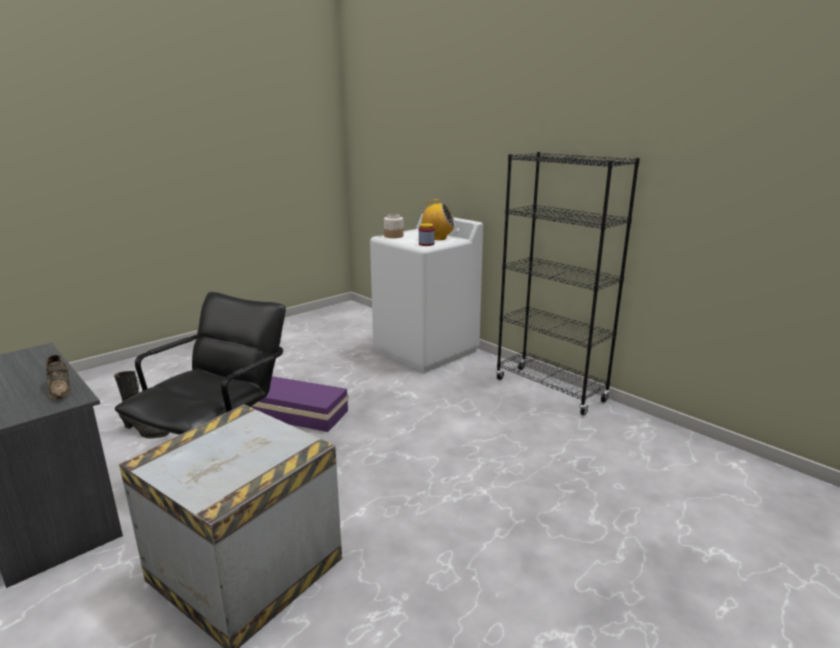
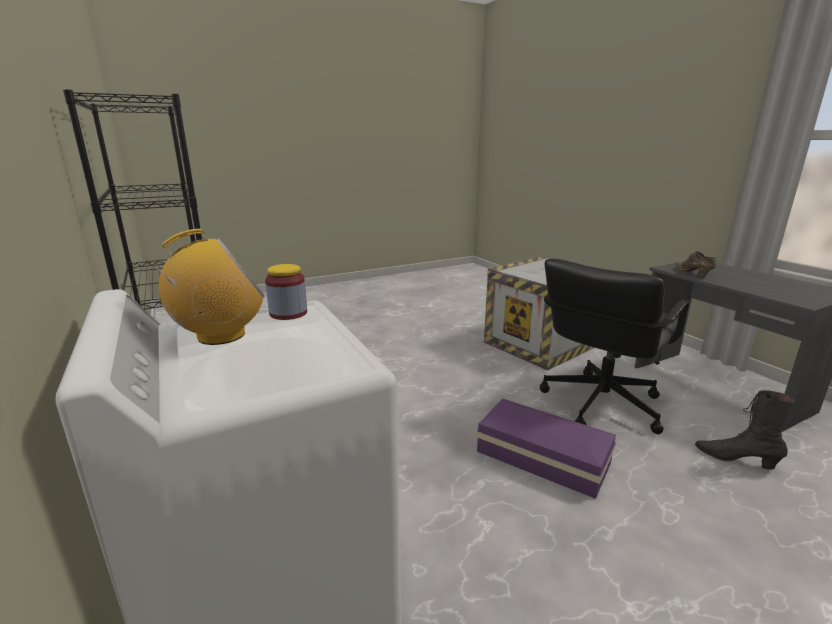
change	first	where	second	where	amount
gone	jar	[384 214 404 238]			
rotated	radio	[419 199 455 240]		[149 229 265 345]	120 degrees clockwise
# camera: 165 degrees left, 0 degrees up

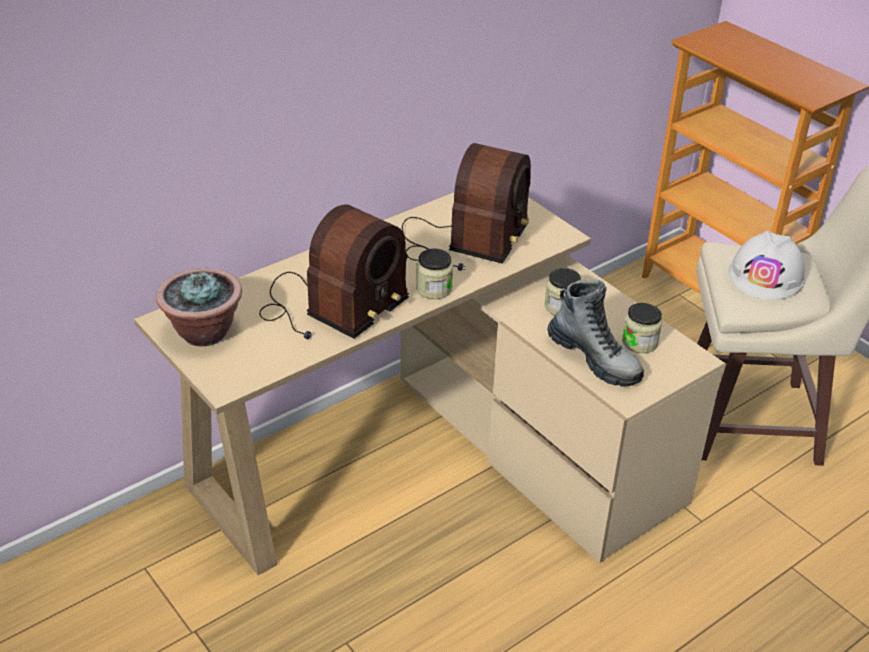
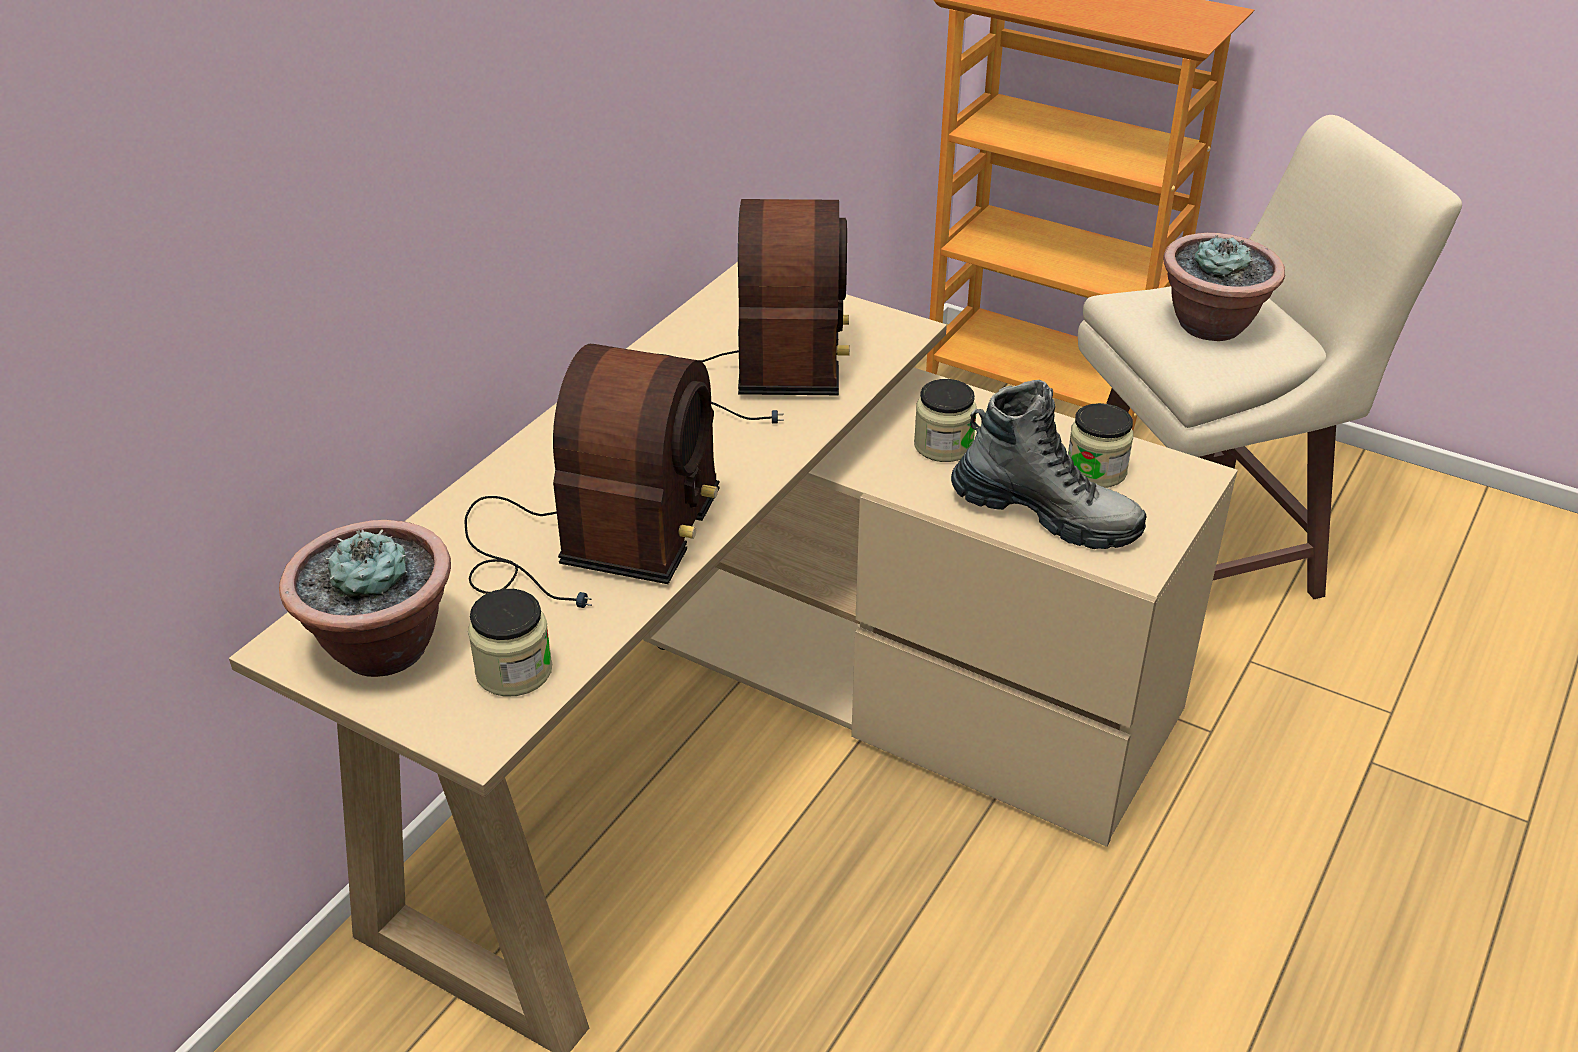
change	first	where	second	where	amount
shifted	jar	[416 249 453 299]		[468 589 552 697]	
swapped	hard hat (white)	[728 231 805 300]	potted plant	[1163 233 1285 341]	
# camera: 20 degrees left, 0 degrees up

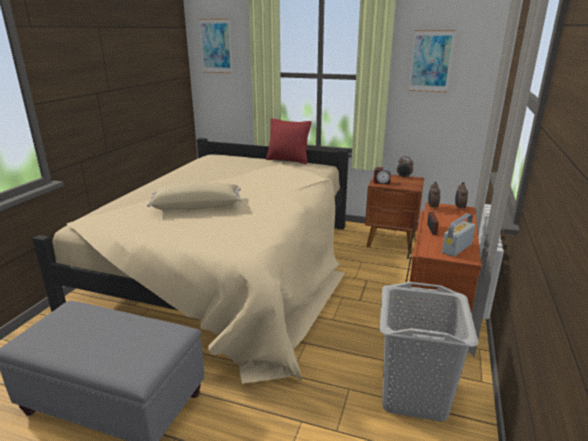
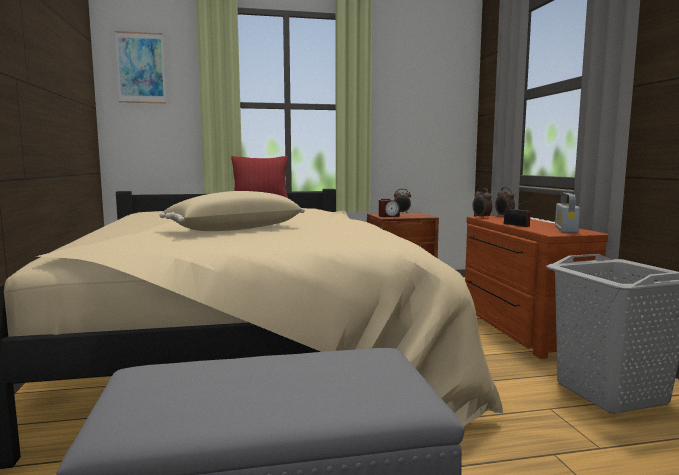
change	first	where	second	where	amount
gone	picture	[408 30 455 93]			
# camera: 30 degrees left, 15 degrees down

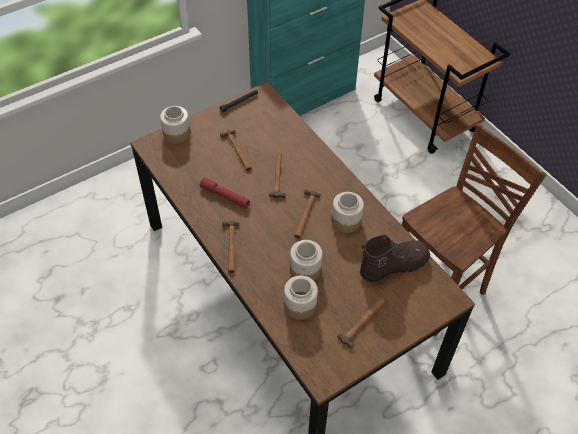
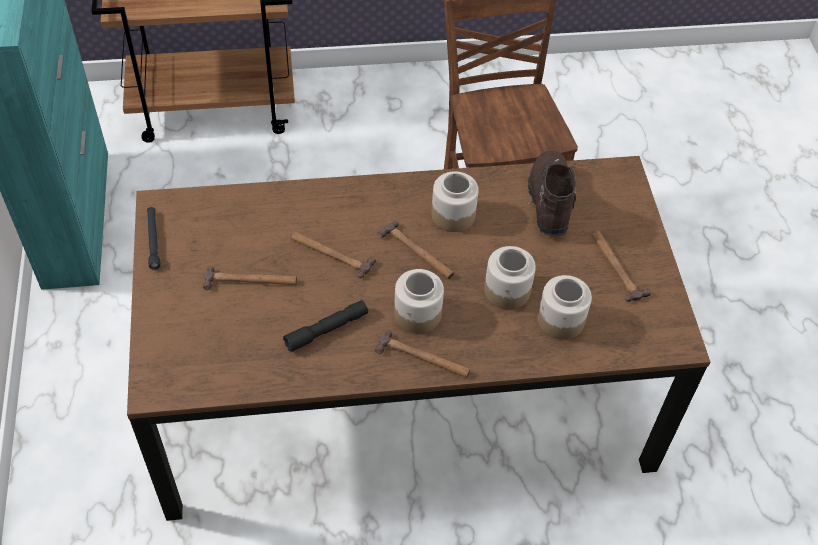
change	first	where	second	where	amount
shifted	jar	[160 106 191 144]		[394 269 444 333]	
repainted	flashlight (red)	[199 177 250 209]	flashlight (black)	[283 300 368 352]	
# camera: 65 degrees left, 0 degrees up

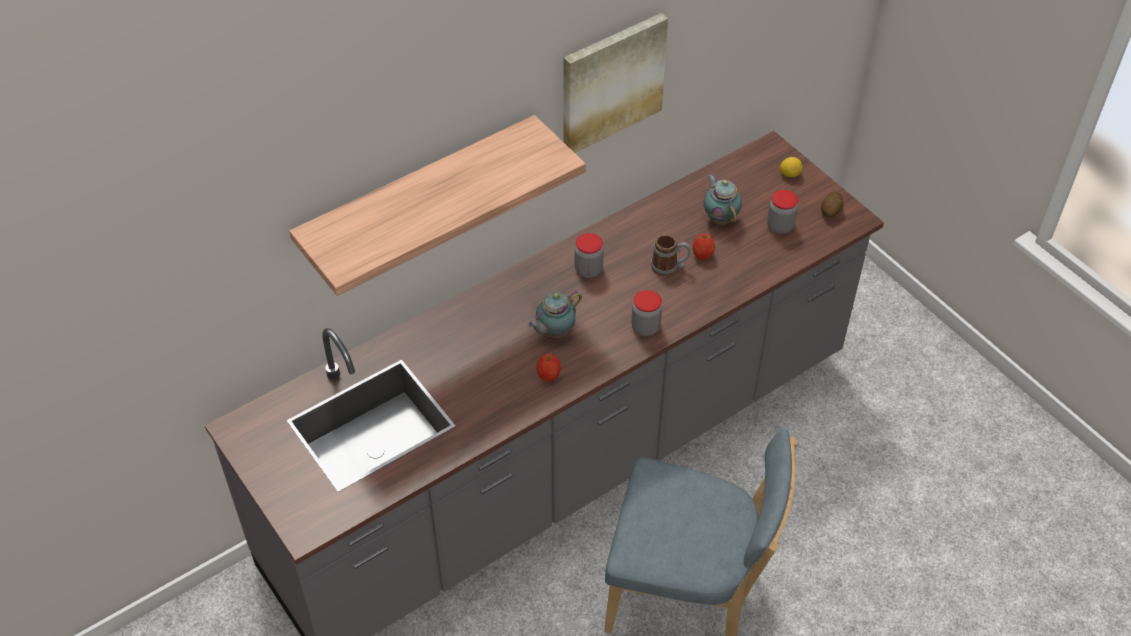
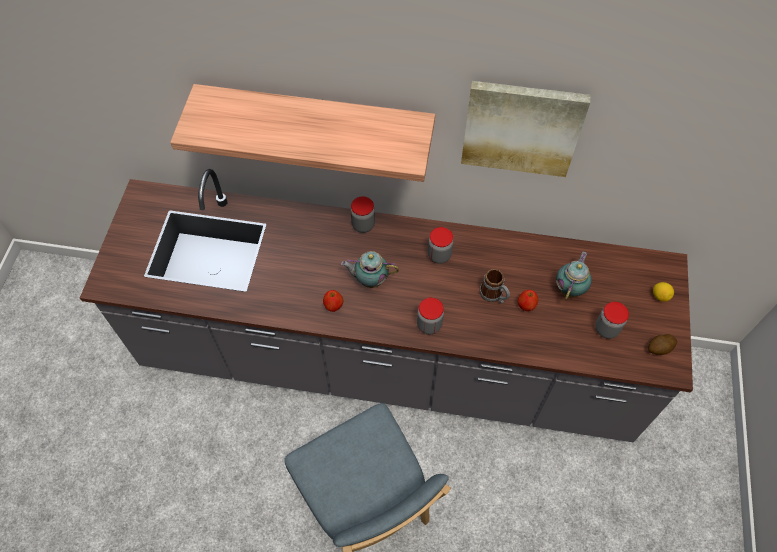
change	first	where	second	where	amount
new			jar	[350 196 375 233]	
# camera: 45 degrees right, 10 degrees up

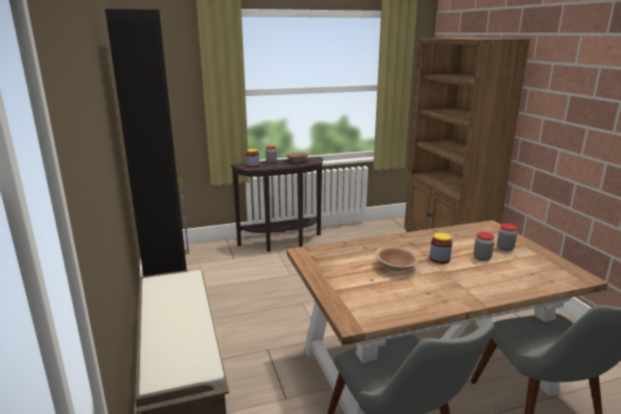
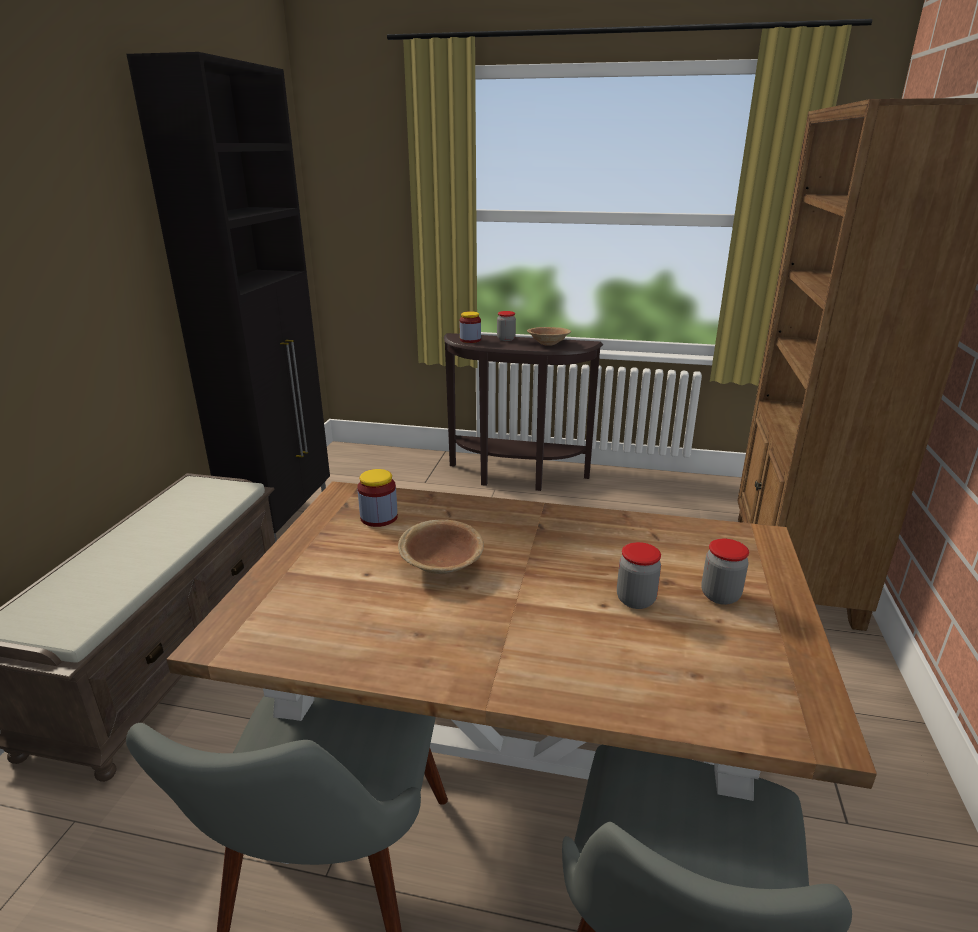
change	first	where	second	where	amount
shifted	jar	[430 233 452 264]		[357 469 398 527]	
# camera: 30 degrees right, 5 degrees up

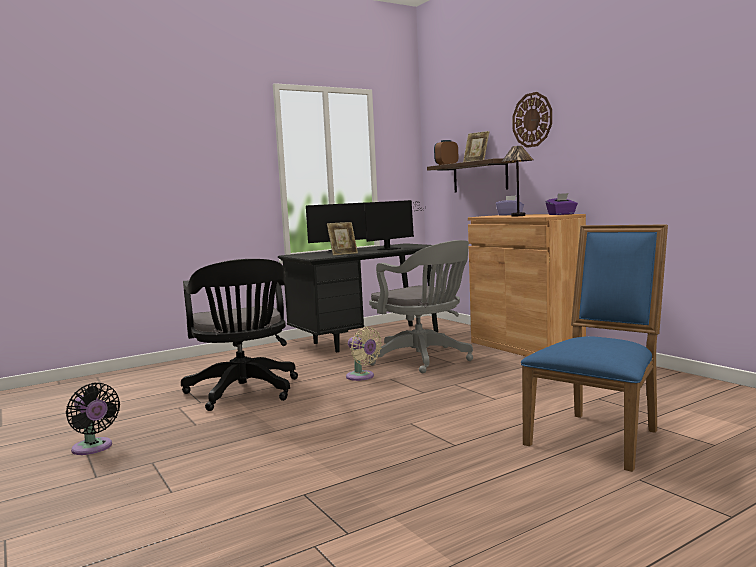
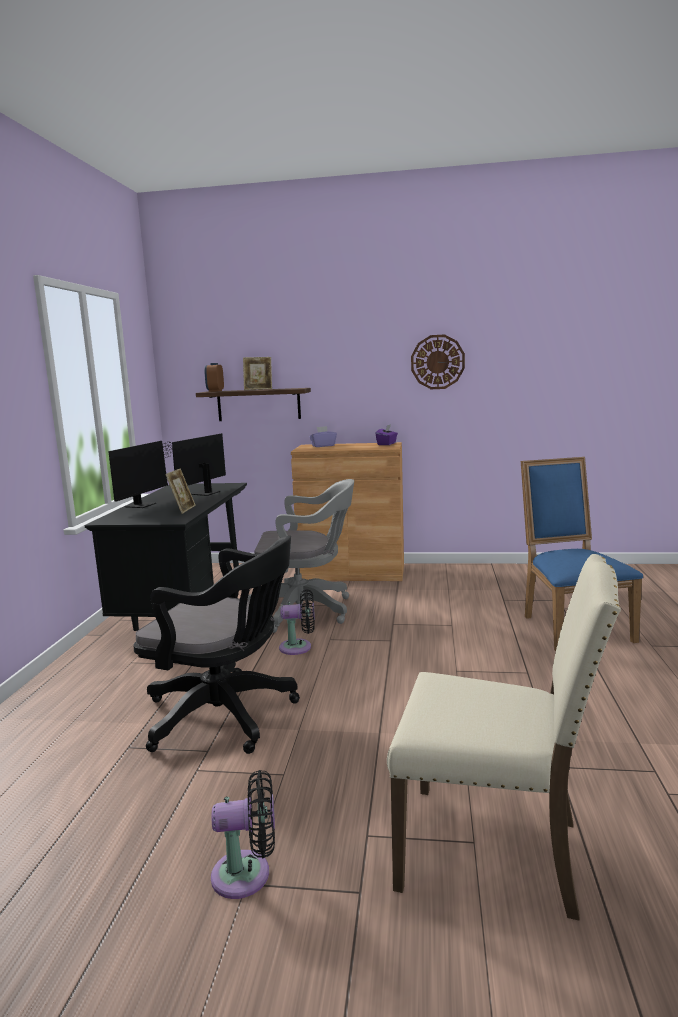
change	first	where	second	where	amount
repainted	fan (beige)	[346 327 382 381]	fan (black)	[279 589 315 655]	
rotated	monitor	[365 200 424 250]		[154 433 226 496]	150 degrees counterclockwise
gone	table lamp	[502 146 533 216]			
shifted	wall clock	[512 92 552 148]		[411 335 465 389]	
new			chair (beige)	[387 554 621 921]	
# camera: 50 degrees left, 5 degrees up

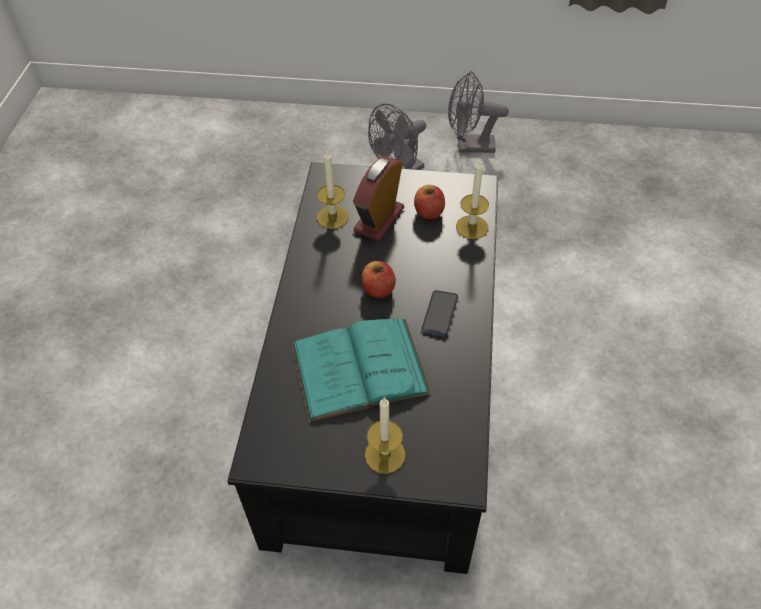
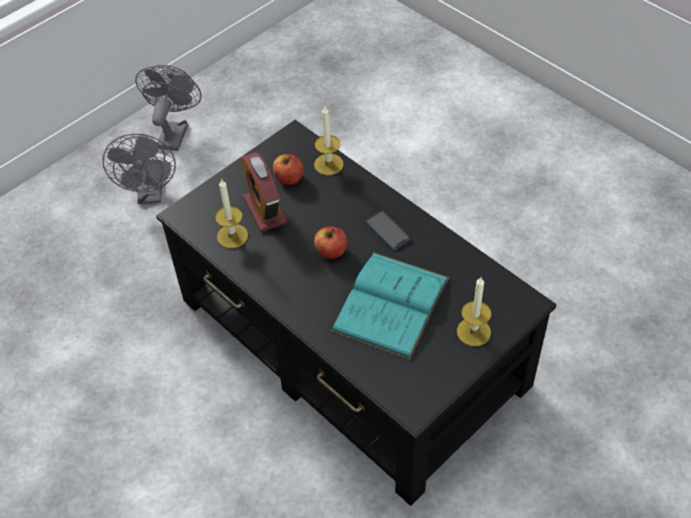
change	first	where	second	where	amount
rotated	fan (grey)	[448 71 509 153]		[135 65 201 151]	150 degrees clockwise
# camera: 50 degrees left, 0 degrees up

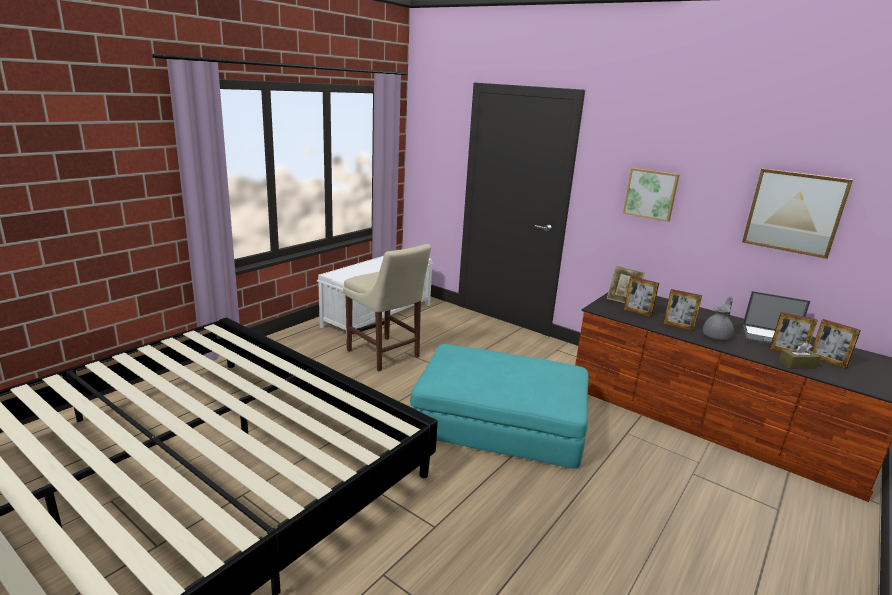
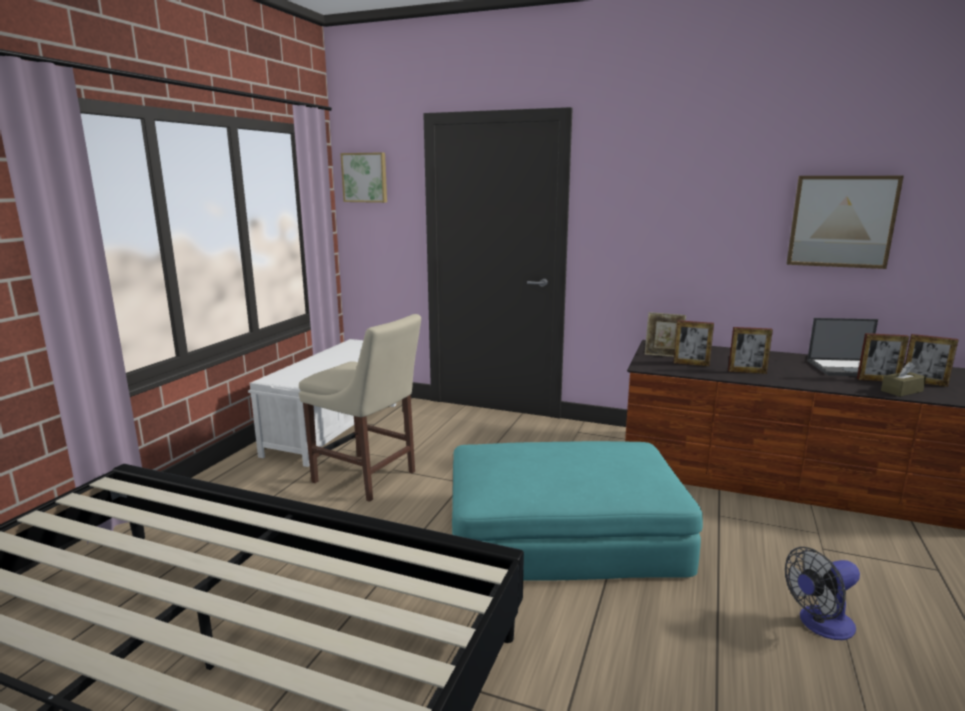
change	first	where	second	where	amount
shifted	picture	[623 168 680 222]		[340 152 387 203]	
gone	teapot (grey)	[703 297 734 340]			
new			fan	[785 547 860 640]	
# camera: 15 degrees left, 5 degrees down

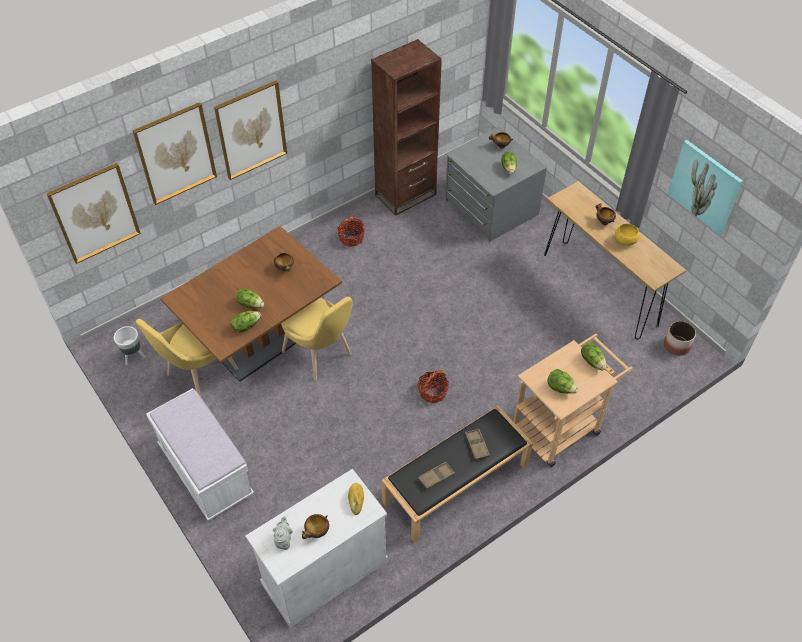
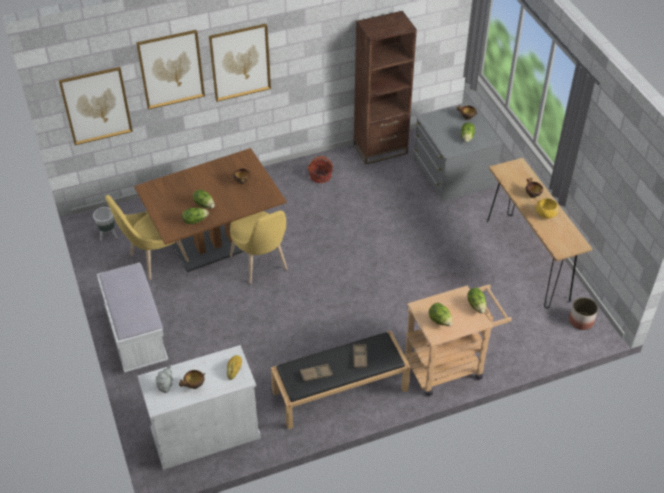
change	first	where	second	where	amount
gone	basket	[417 370 449 403]			
gone	picture	[668 140 743 235]			
# camera: 15 degrees right, 5 degrees down

